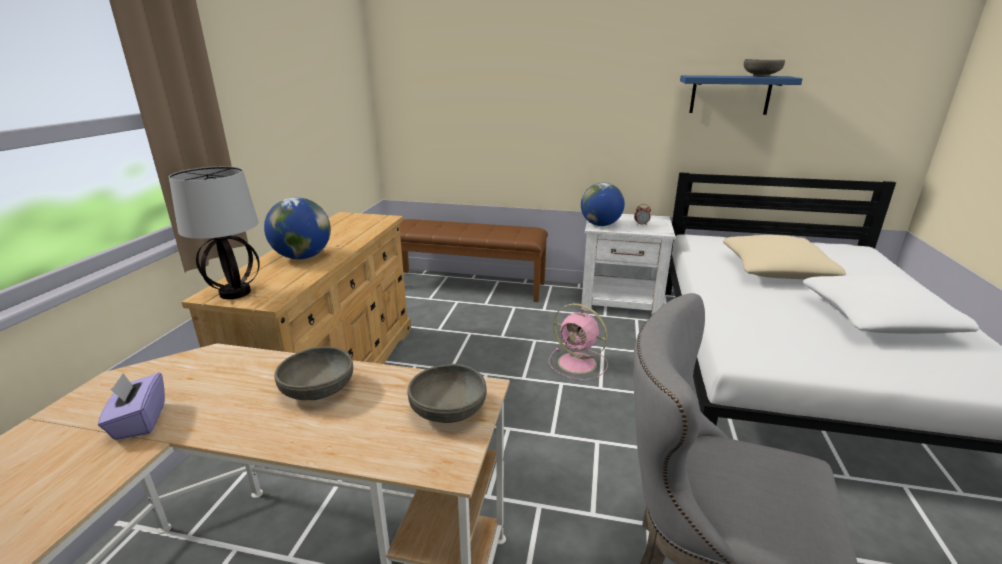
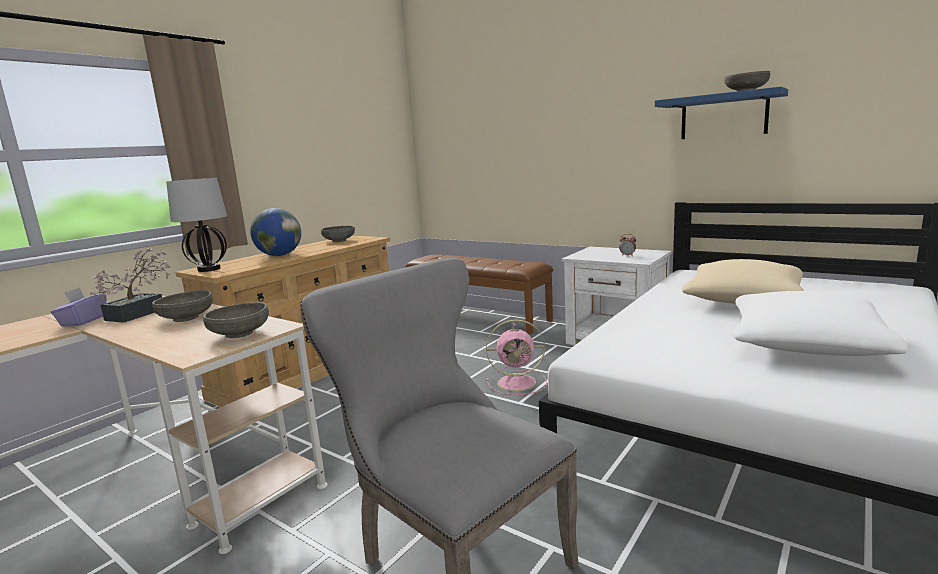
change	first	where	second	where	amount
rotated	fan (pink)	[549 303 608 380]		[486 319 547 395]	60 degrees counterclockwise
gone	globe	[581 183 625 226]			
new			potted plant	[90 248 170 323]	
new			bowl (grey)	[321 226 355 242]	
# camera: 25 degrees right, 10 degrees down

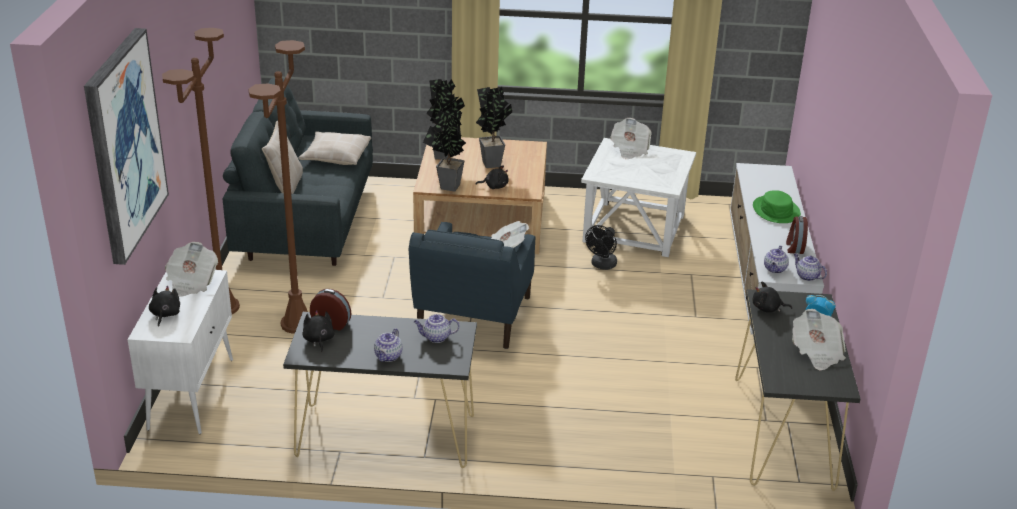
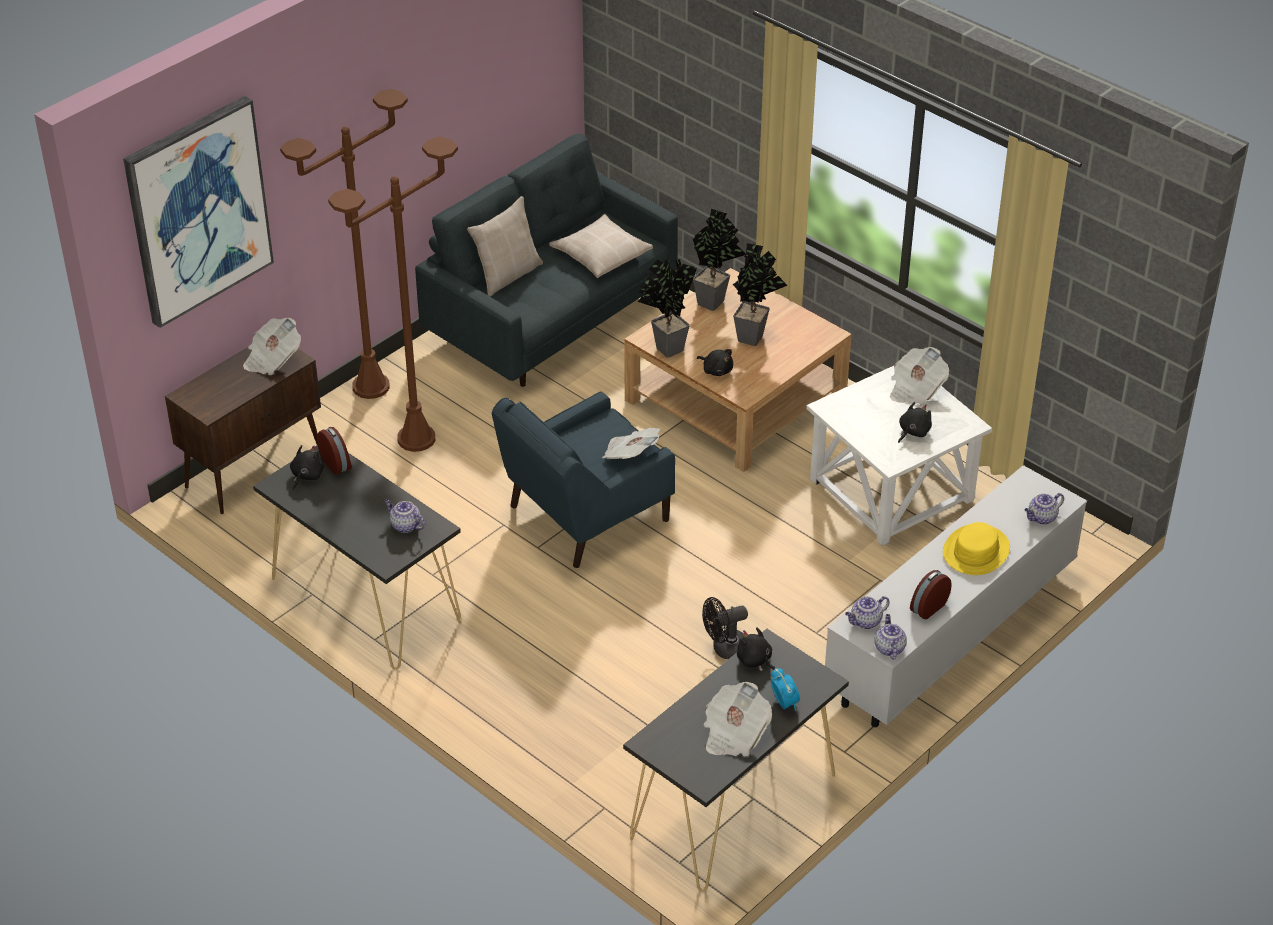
change	first	where	second	where	amount
repainted	cabinet (white)	[128 270 233 434]	cabinet (brown)	[165 346 321 514]	
shifted	plush toy (black)	[149 286 180 327]		[898 402 932 443]	
shifted	teapot	[374 328 402 362]		[1025 493 1064 525]	
shifted	fan (black)	[585 225 617 270]		[702 597 748 659]	
repainted	hat (green)	[753 190 801 223]	hat (yellow)	[943 522 1010 575]	
# camera: 40 degrees right, 10 degrees up

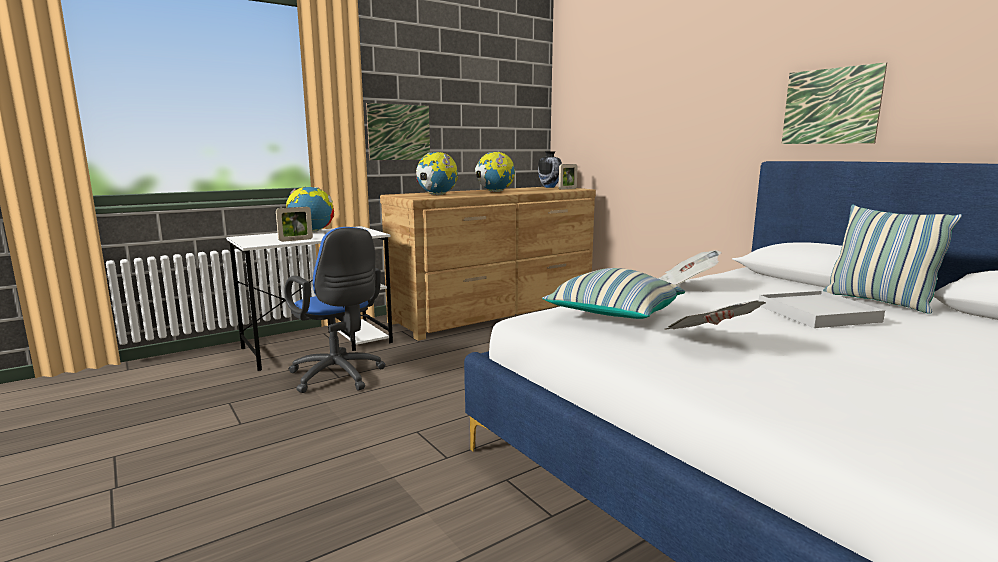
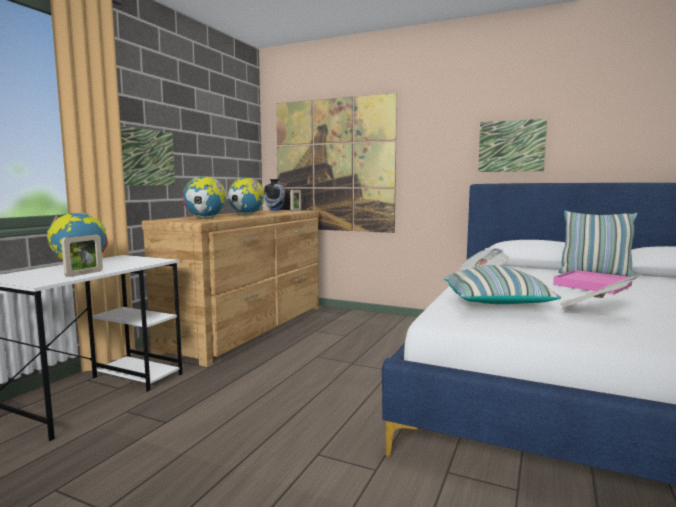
change	first	where	second	where	amount
gone	office chair (blue)	[285 227 386 393]			
repainted	tray (white)	[759 291 885 328]	tray (pink)	[553 270 632 294]	
new			picture	[276 93 397 233]	
# camera: 30 degrees left, 5 degrees down

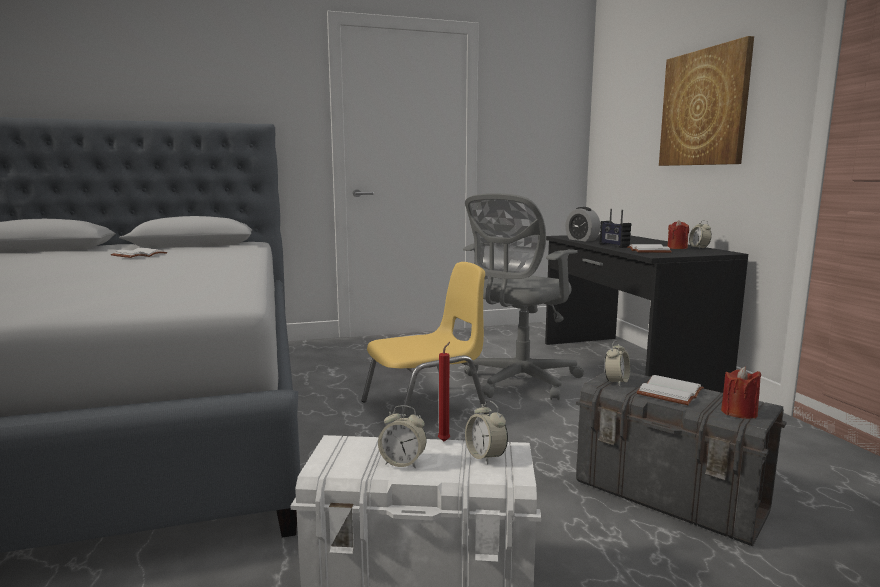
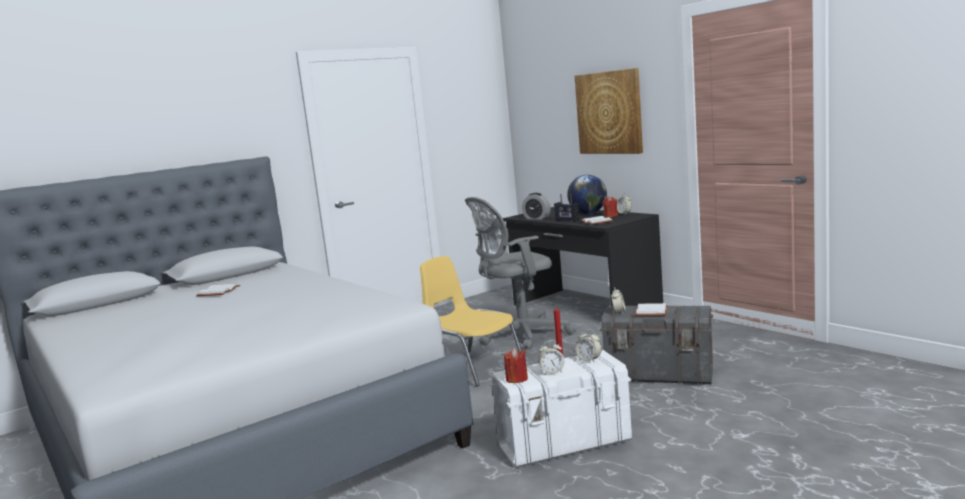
change	first	where	second	where	amount
rotated	chair (yellow)	[361 262 489 418]		[420 256 522 386]	90 degrees counterclockwise
rotated	office chair (grey)	[463 193 584 400]		[465 197 576 350]	45 degrees clockwise
shifted	candle (red)	[721 367 761 419]		[504 348 528 383]	
new			globe	[567 175 607 214]	
# camera: 20 degrees left, 0 degrees up

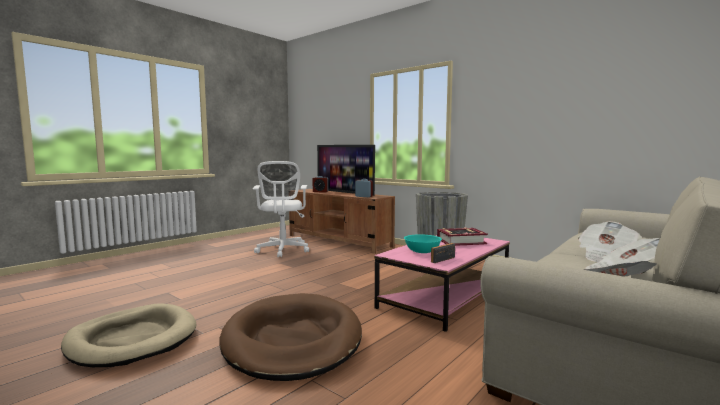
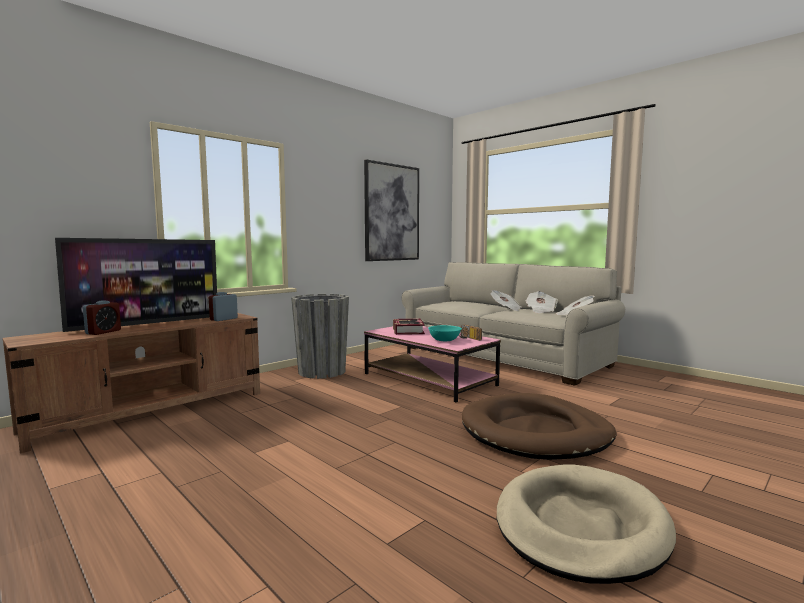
change	first	where	second	where	amount
gone	office chair (white)	[253 161 309 257]			
new			picture	[364 159 419 261]	
# camera: 85 degrees left, 0 degrees up

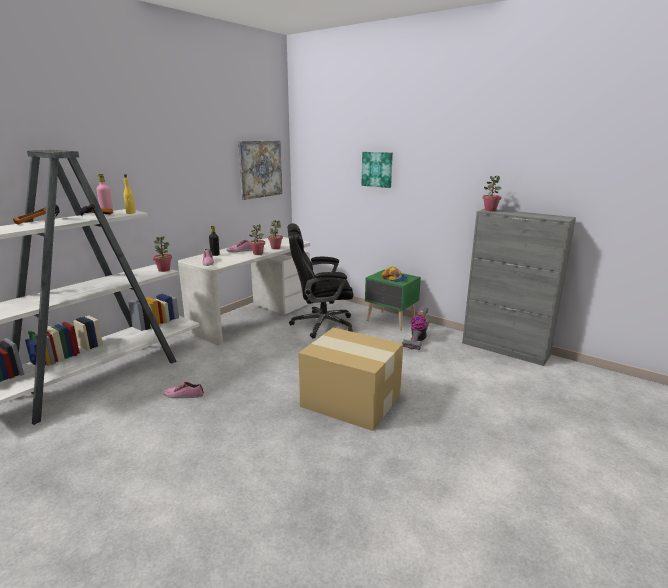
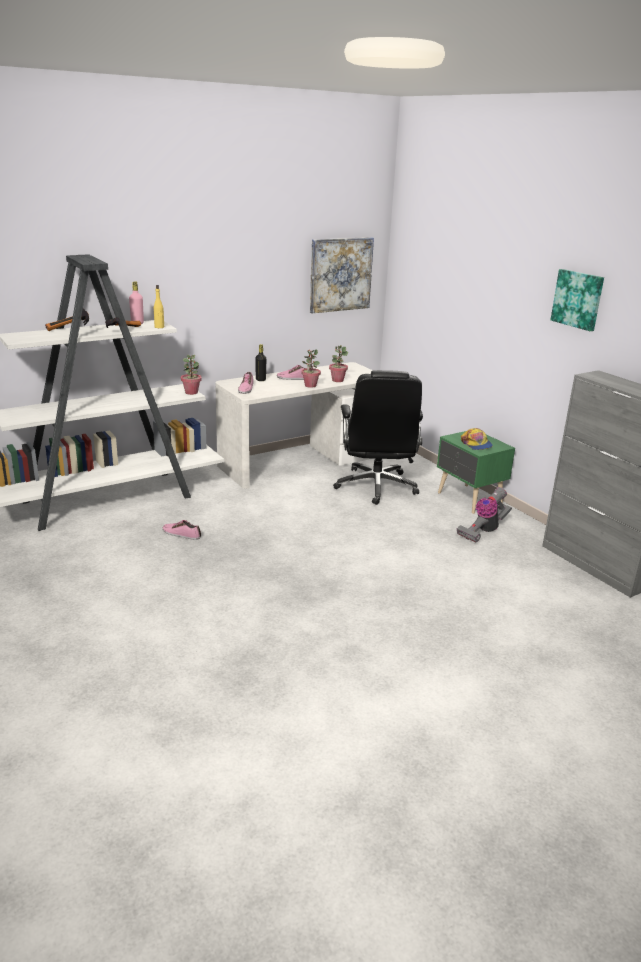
change	first	where	second	where	amount
rotated	office chair (black)	[287 223 353 339]		[333 370 423 505]	105 degrees counterclockwise
gone	cardboard box	[298 328 403 431]			
shifted	picture	[362 152 393 188]		[551 269 604 331]	
gone	potted plant	[483 176 502 211]			
# camera: 20 degrees right, 5 degrees up

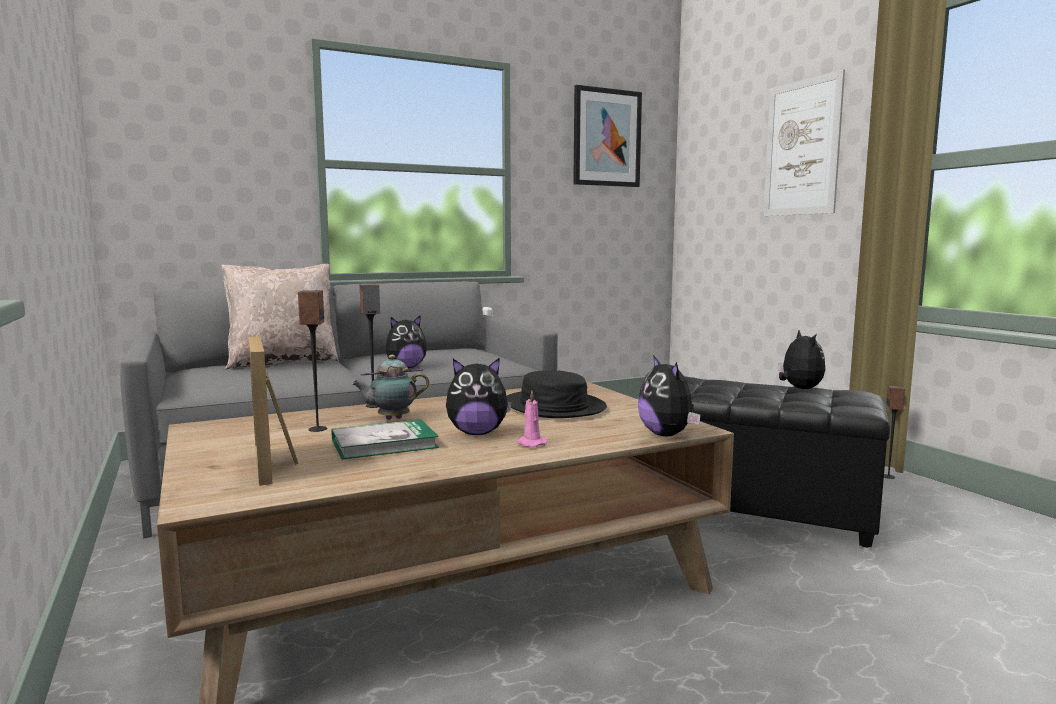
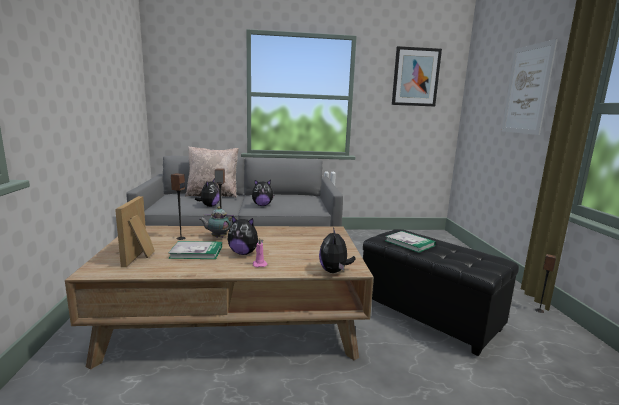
change	first	where	second	where	amount
gone	hat (black)	[506 370 607 418]			
shifted	plush toy	[778 330 825 389]		[195 179 220 207]	
new			book	[385 231 436 253]	
# camera: 20 degrees right, 5 degrees up

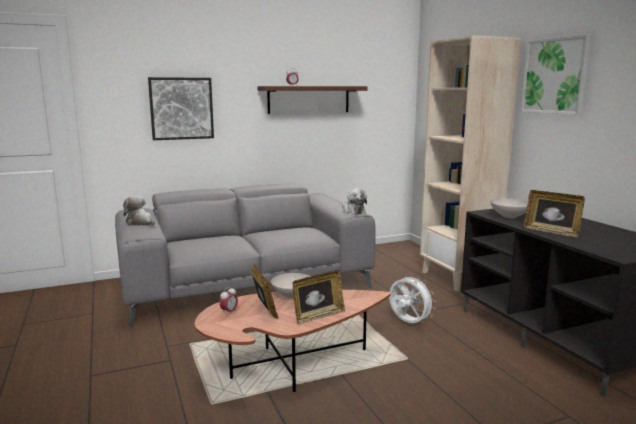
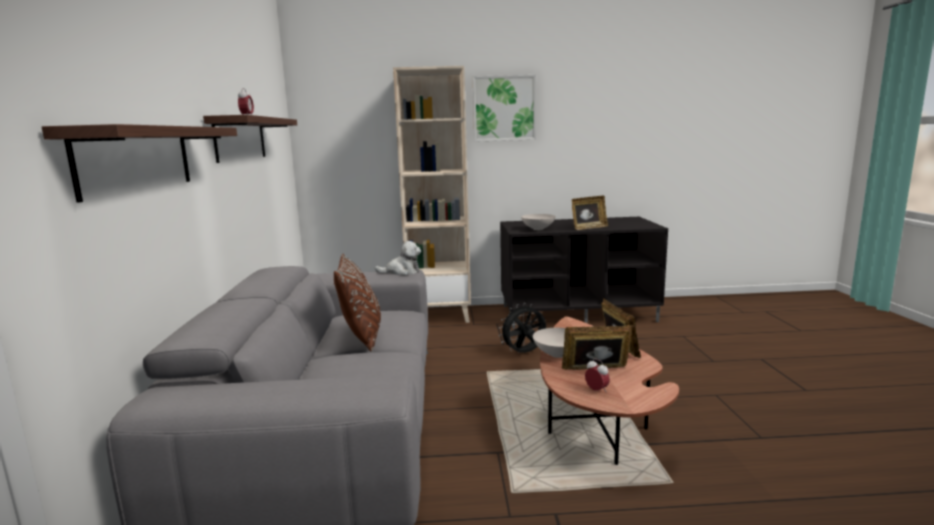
change	first	where	second	where	amount
gone	plush toy	[123 195 155 226]			
swapped	picture	[148 77 214 140]	shelf	[42 124 237 203]	
repainted	fan (white)	[389 273 436 323]	fan (black)	[499 303 546 353]	
new			pillow (brown)	[334 254 381 351]	
# camera: 70 degrees left, 0 degrees up

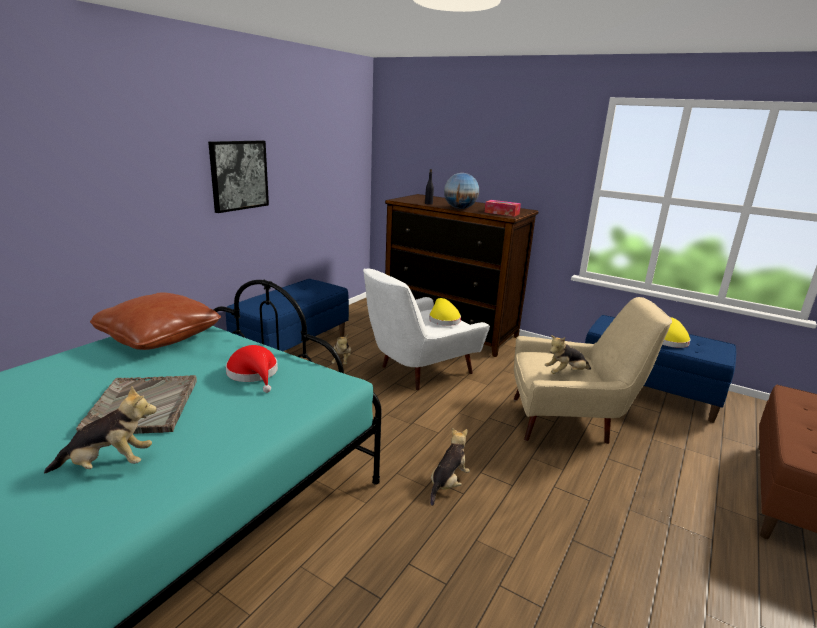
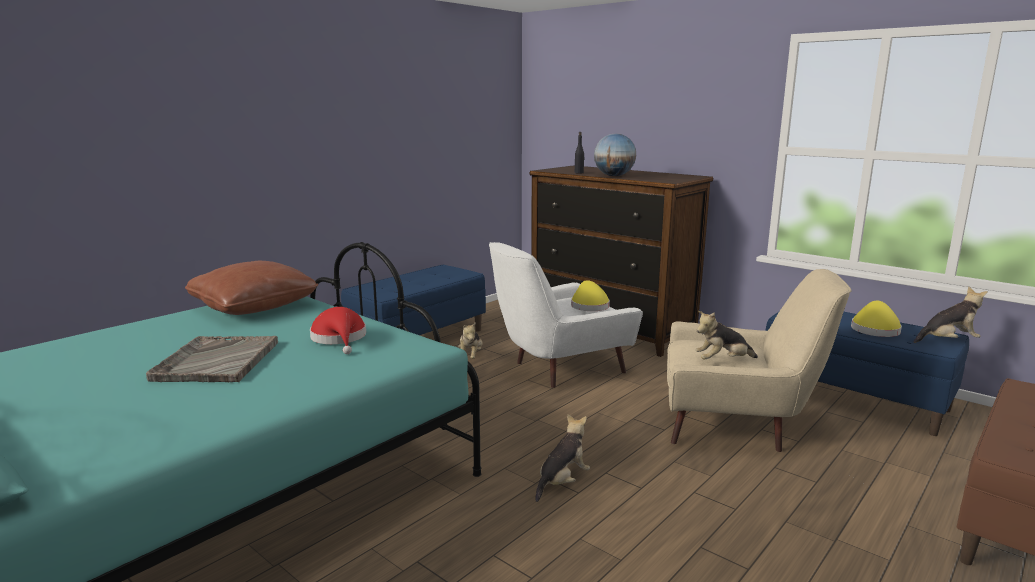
change	first	where	second	where	amount
shifted	plush toy	[44 385 157 473]		[914 287 988 343]	
gone	picture	[208 141 269 213]			
gone	tissue box	[484 200 521 217]			
# camera: 10 degrees right, 5 degrees down

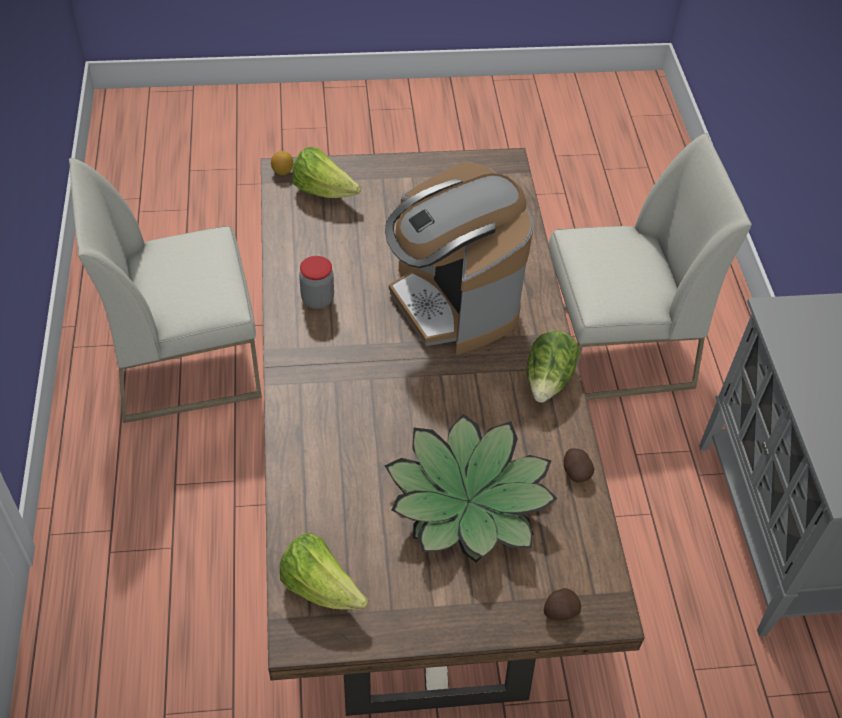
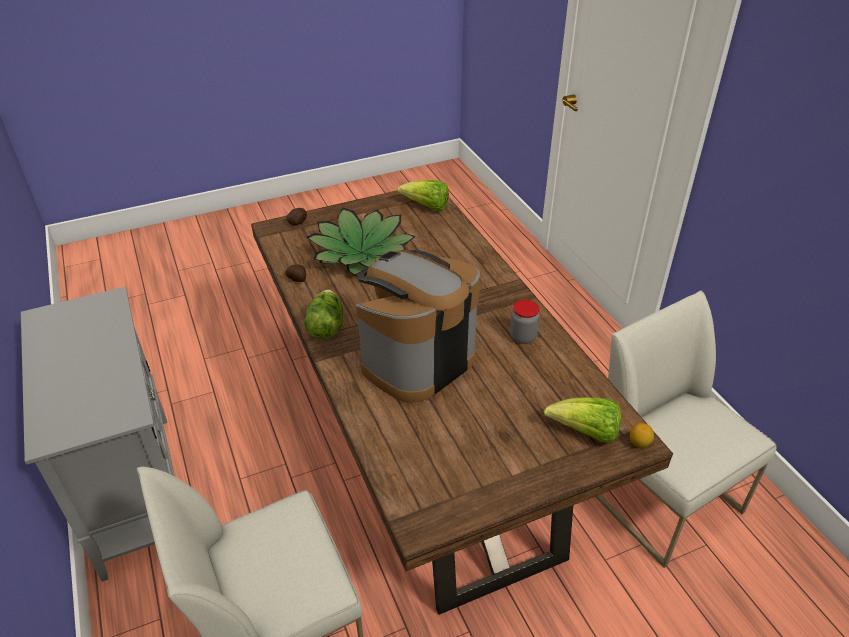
change	first	where	second	where	amount
rotated	chair (white)	[69 158 262 423]		[595 291 776 568]	90 degrees counterclockwise
rotated	coffee machine	[385 163 533 355]		[356 250 480 403]	90 degrees counterclockwise
# camera: 165 degrees right, 10 degrees down

